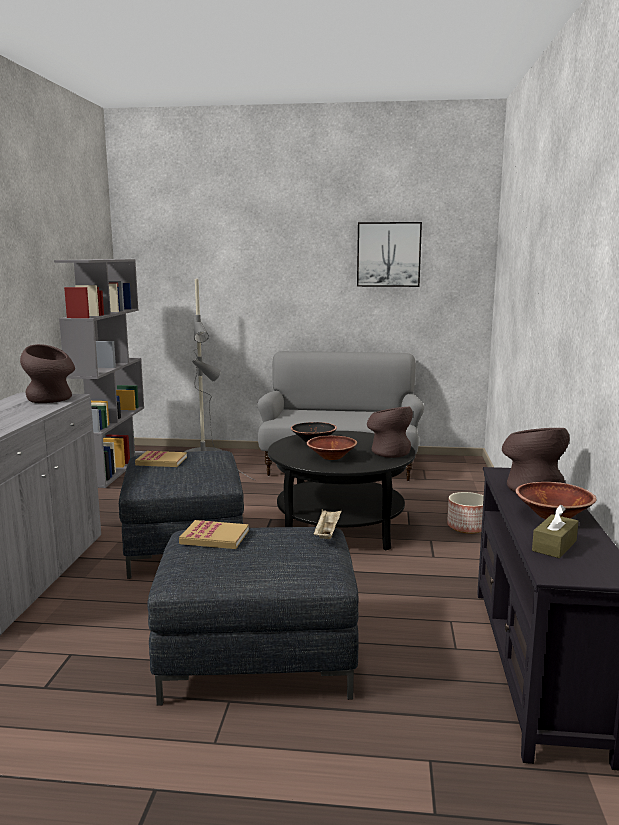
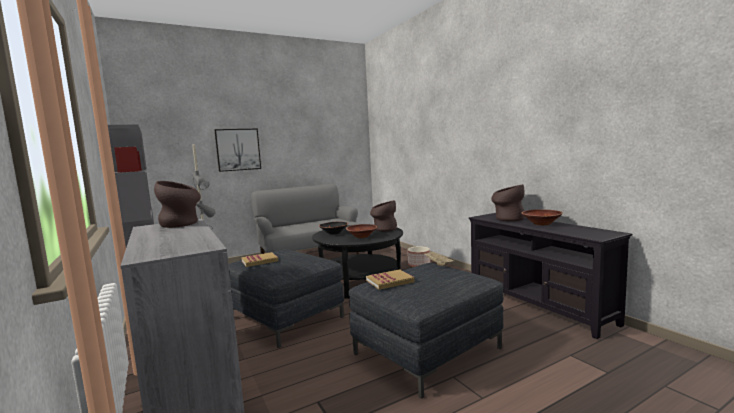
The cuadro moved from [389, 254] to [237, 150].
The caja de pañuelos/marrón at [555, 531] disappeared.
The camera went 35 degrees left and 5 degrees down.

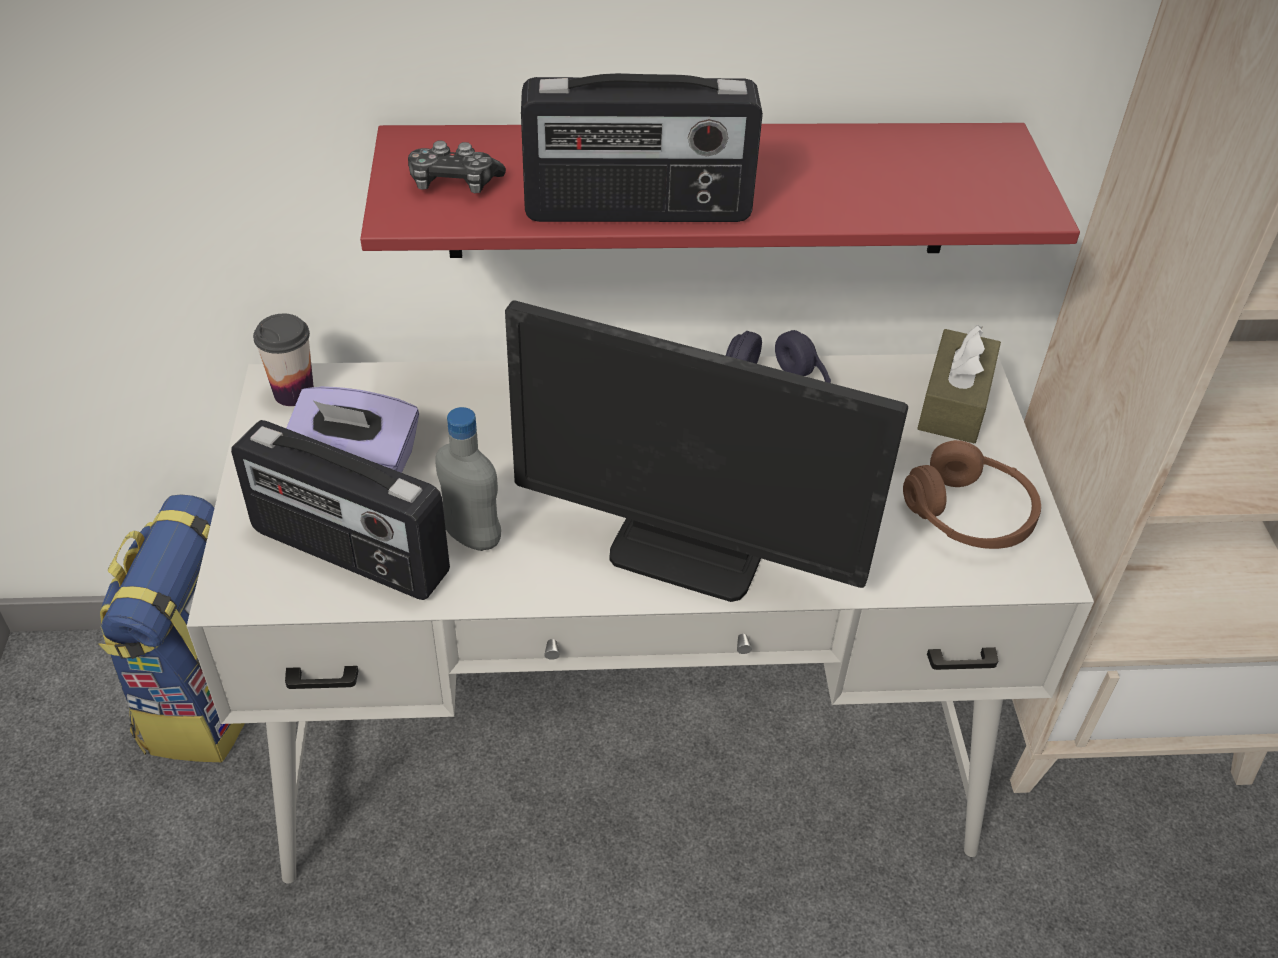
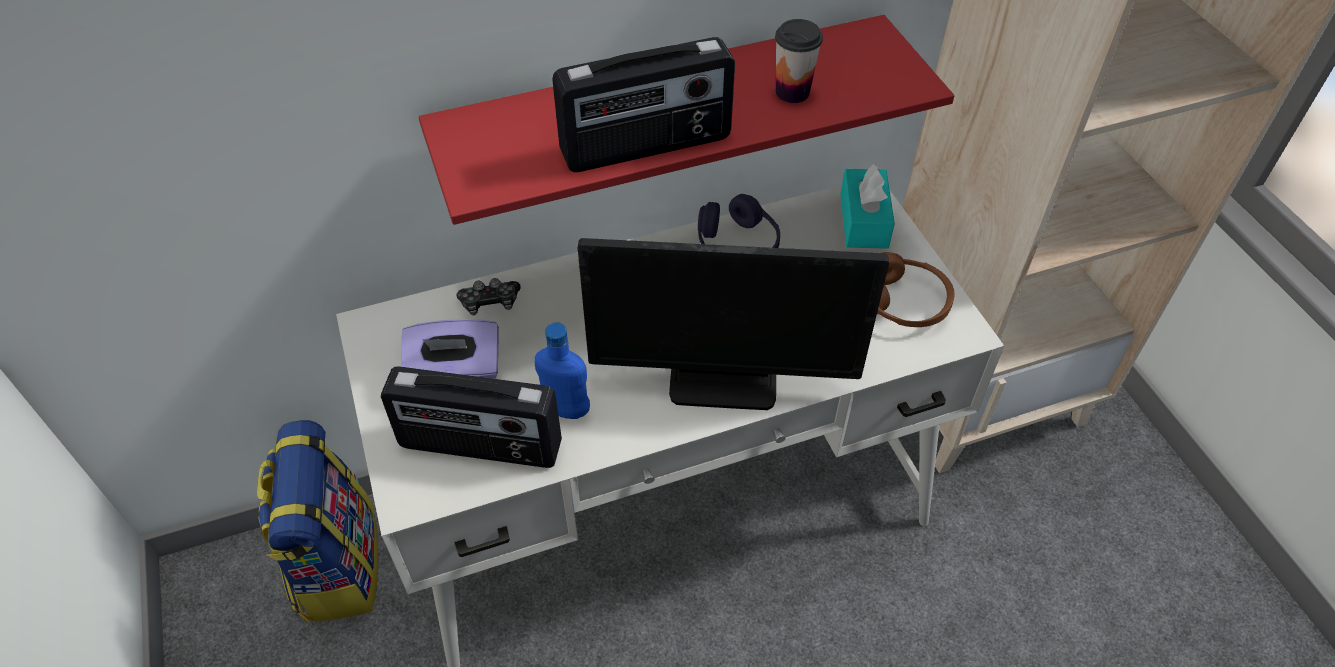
The taza moved from [283, 360] to [799, 61].
The mando de consola moved from [457, 166] to [488, 296].
The botella/gris at [468, 479] became the botella/azul at [562, 370].
The caja de pañuelos/marrón at [959, 384] became the caja de pañuelos/turquesa at [867, 206].
The camera went 15 degrees left and 5 degrees up.

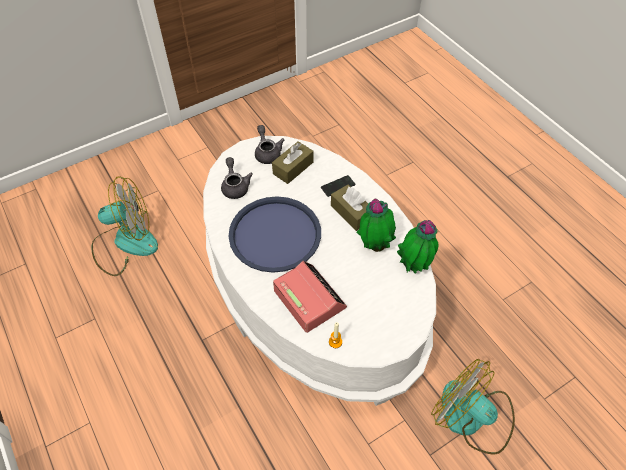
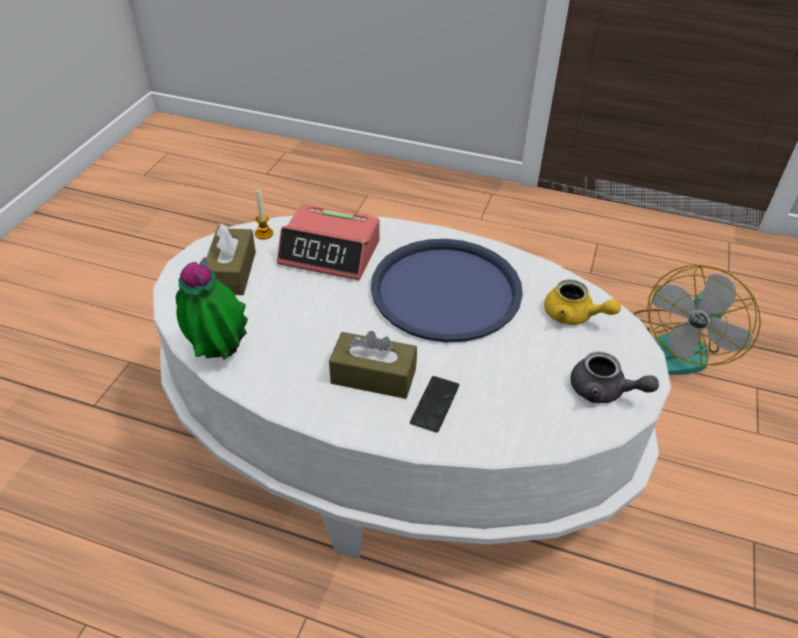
The tetera/gris at [237, 178] became the tetera/amarillo at [582, 302].
The caja de pañuelos/marrón moved from [292, 162] to [231, 259].
The planta en maceta at [376, 225] disappeared.
The ventilador at [473, 406] disappeared.
The camera went 140 degrees right and 10 degrees down.

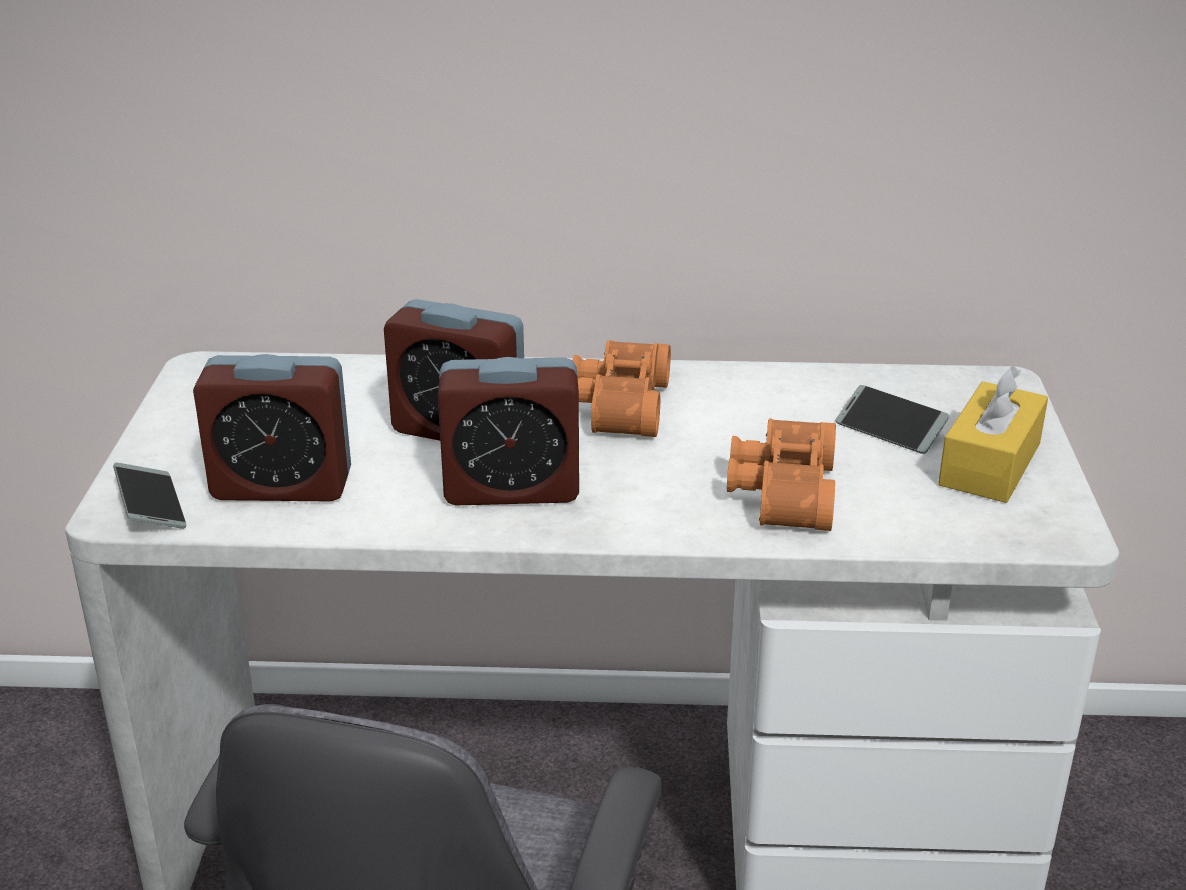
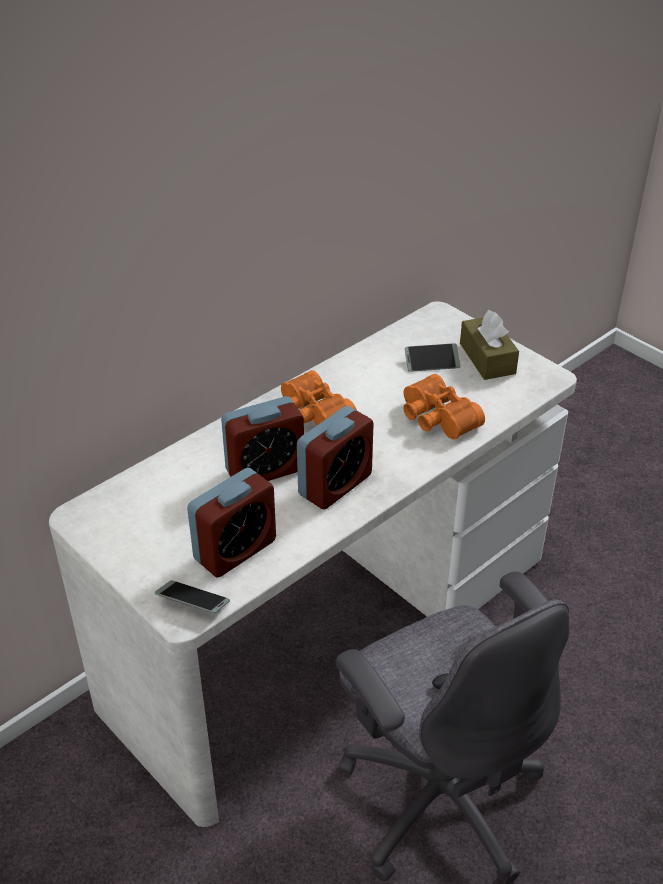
The caja de pañuelos/amarillo at [993, 434] became the caja de pañuelos/marrón at [489, 345].
The camera went 45 degrees left and 10 degrees up.

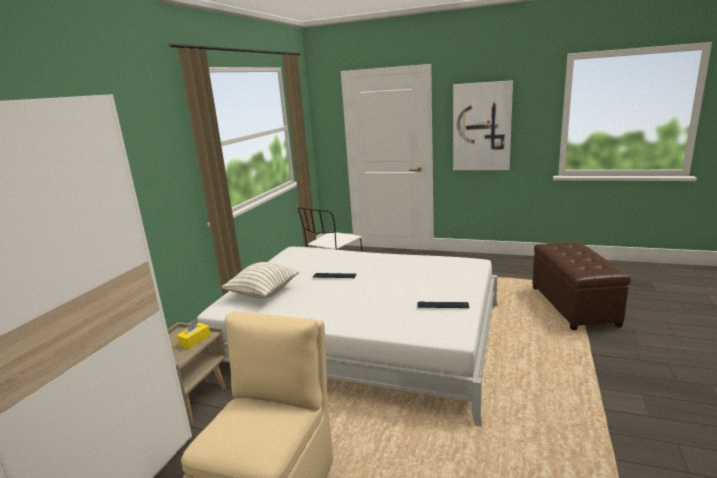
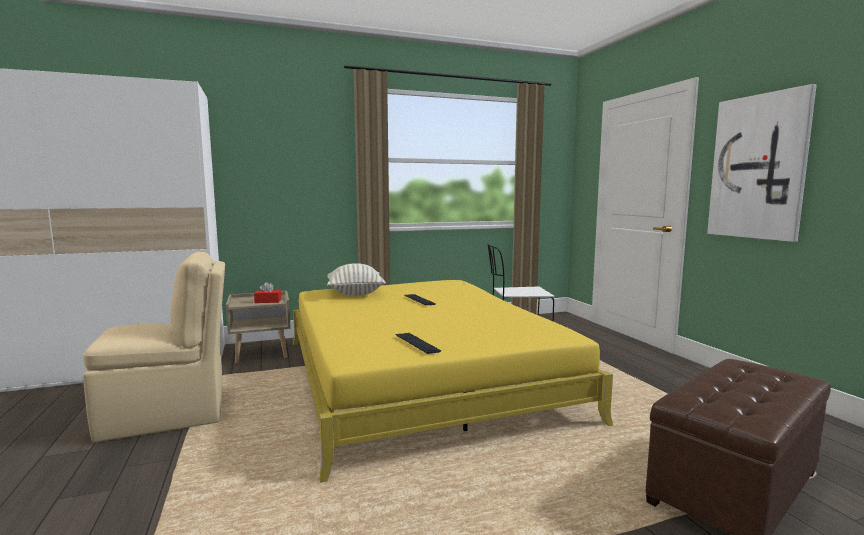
The caja de pañuelos/amarillo at [194, 334] became the caja de pañuelos/rojo at [267, 292].
The cama/blanco at [347, 337] became the cama/amarillo at [453, 381].
The camera went 50 degrees right and 10 degrees down.

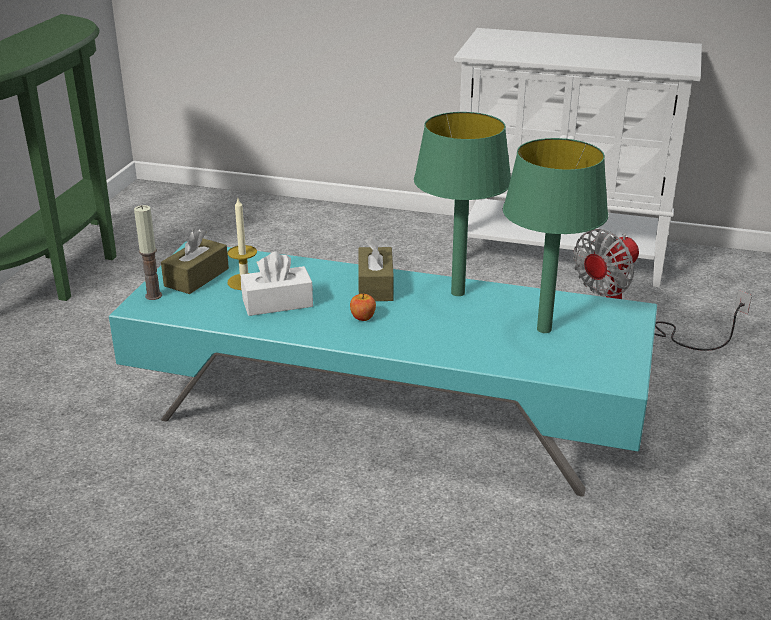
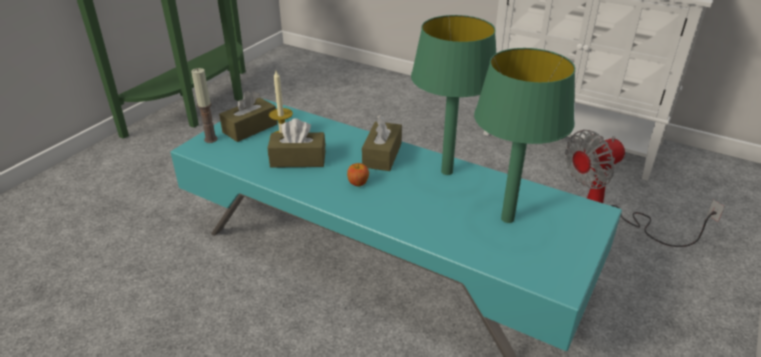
The caja de pañuelos/blanco at [277, 284] became the caja de pañuelos/marrón at [297, 143].
The camera went 15 degrees right and 5 degrees up.

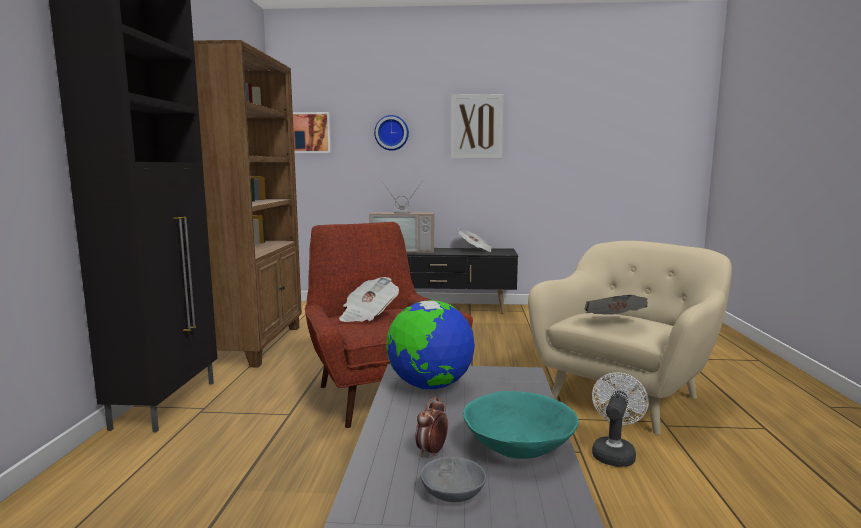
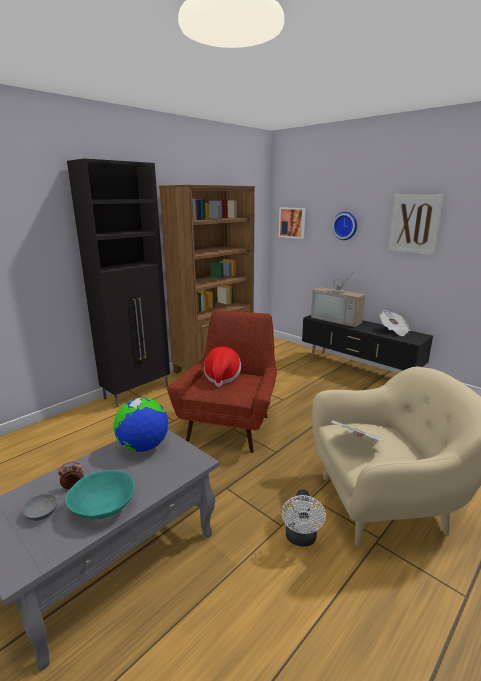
The periódico at [369, 299] was replaced by the sombrero at [222, 367].
The ventilador/blanco at [620, 419] turned 120 degrees clockwise.
The camera went 40 degrees right and 10 degrees up.

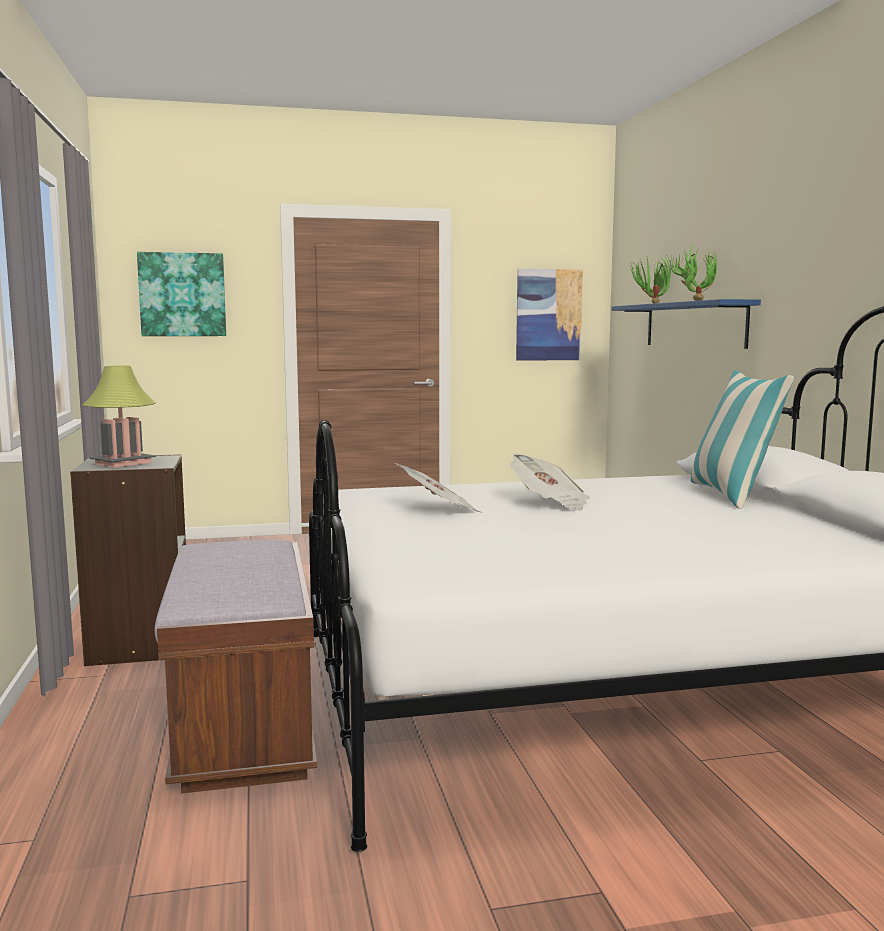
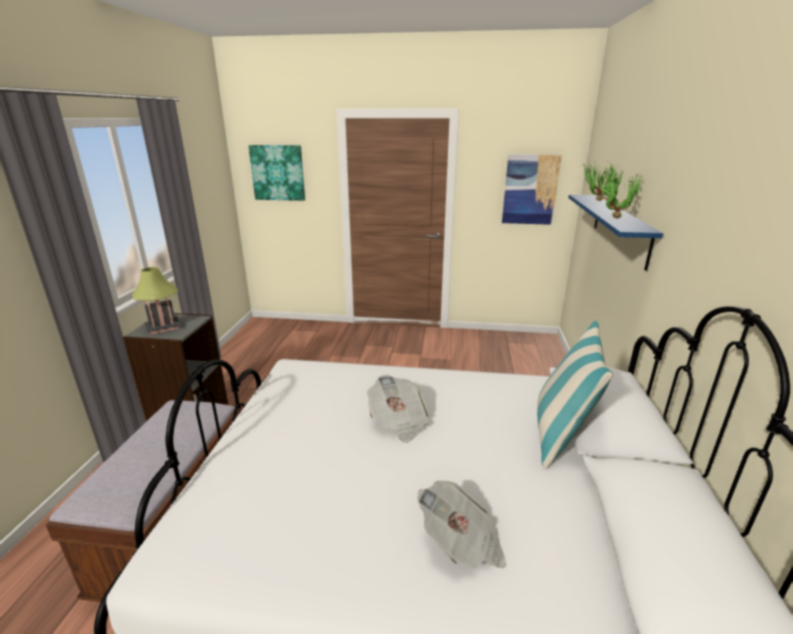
The periódico moved from [437, 487] to [462, 525].
The camera went 20 degrees right and 15 degrees up.

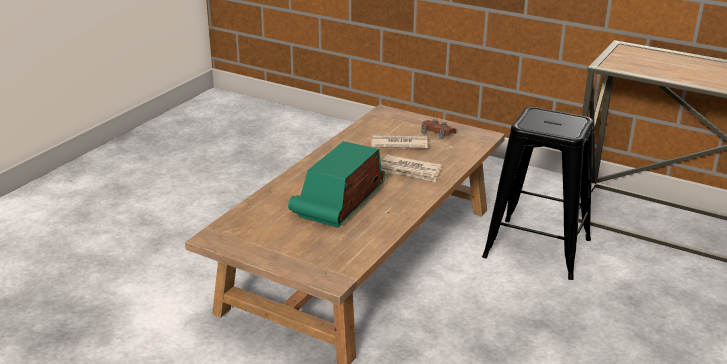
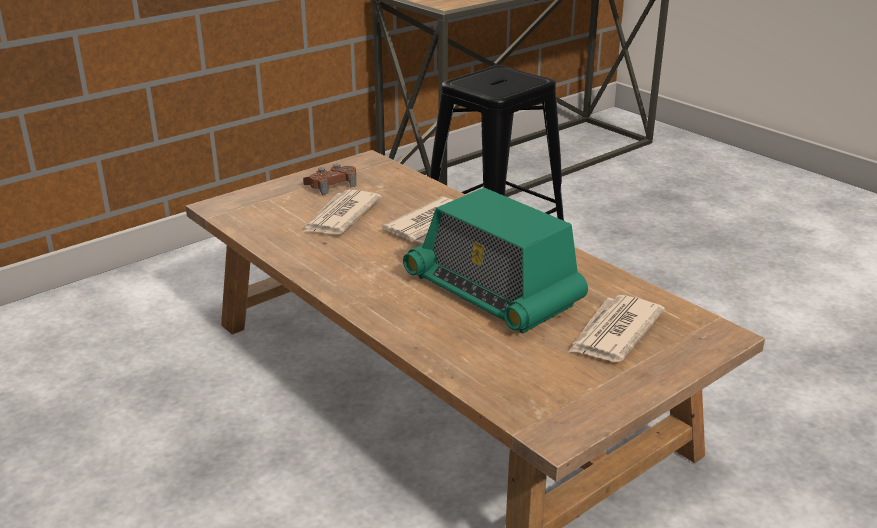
The periódico at [617, 328] appeared.
The camera went 70 degrees left and 0 degrees up.

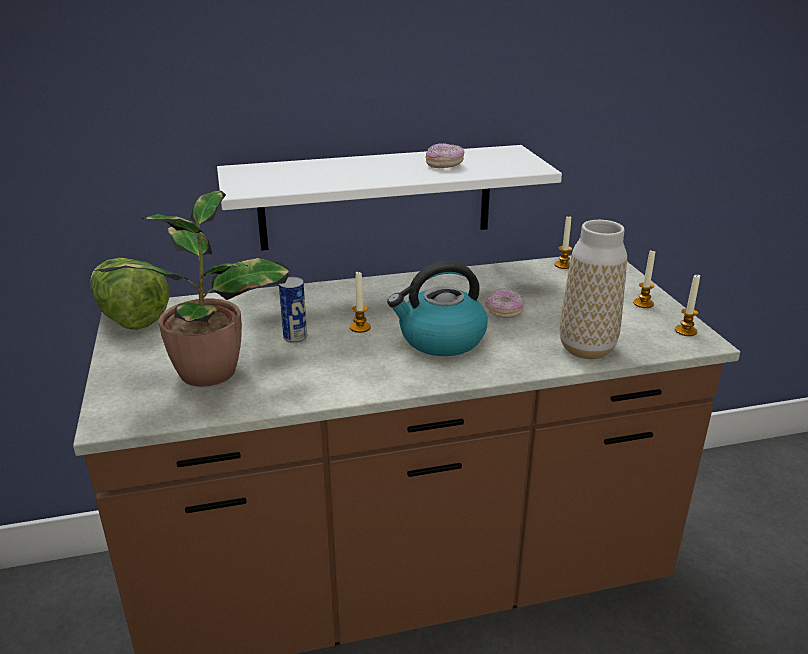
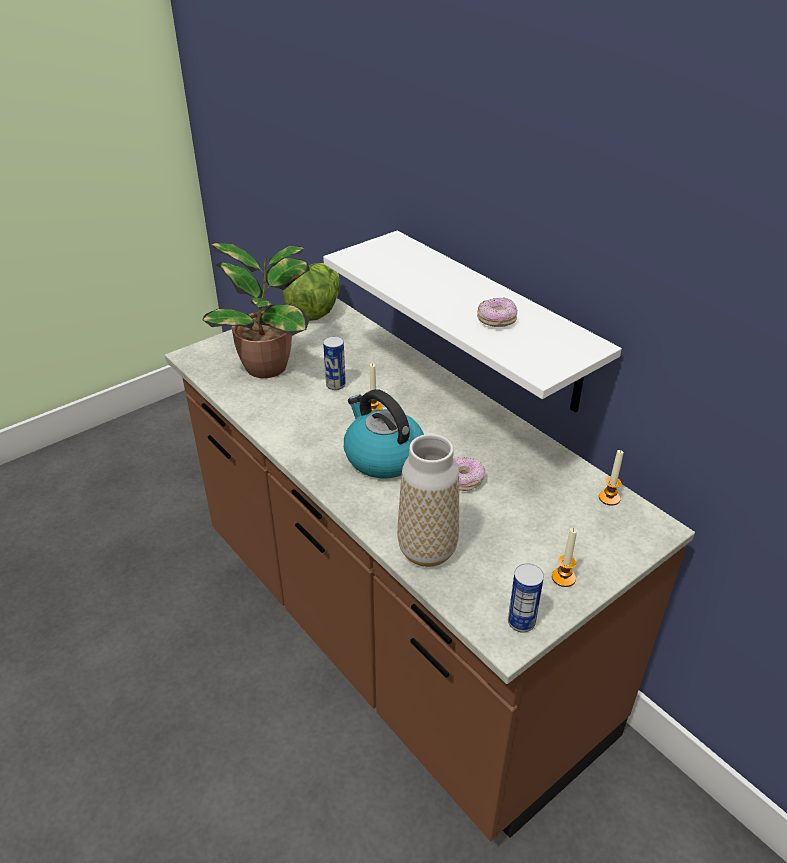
The vela at [687, 305] was replaced by the lata at [526, 598].
The camera went 65 degrees right and 10 degrees up.

